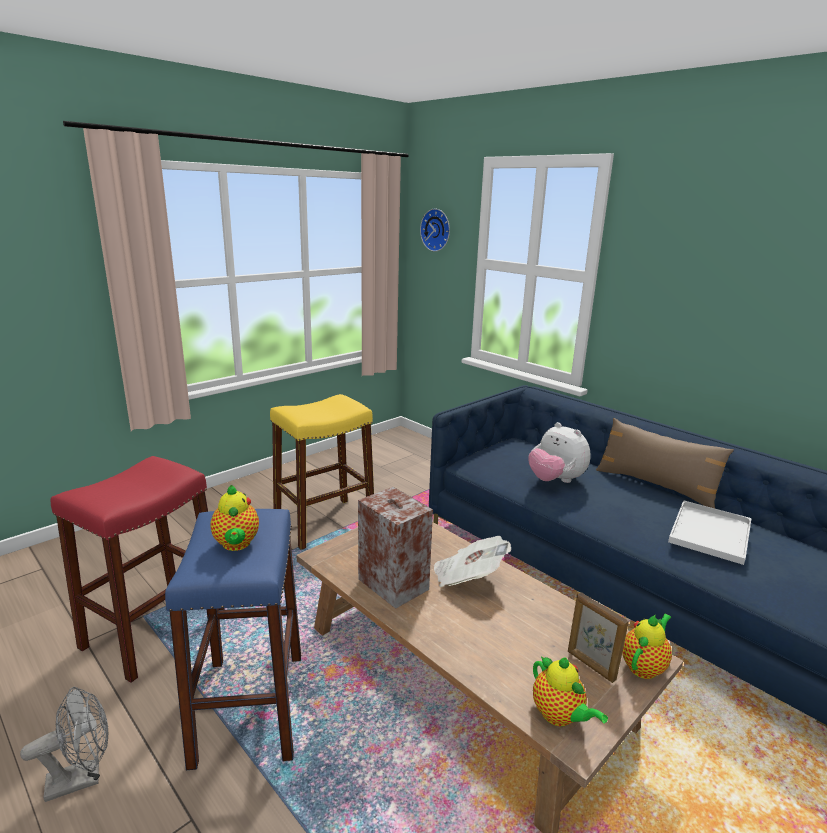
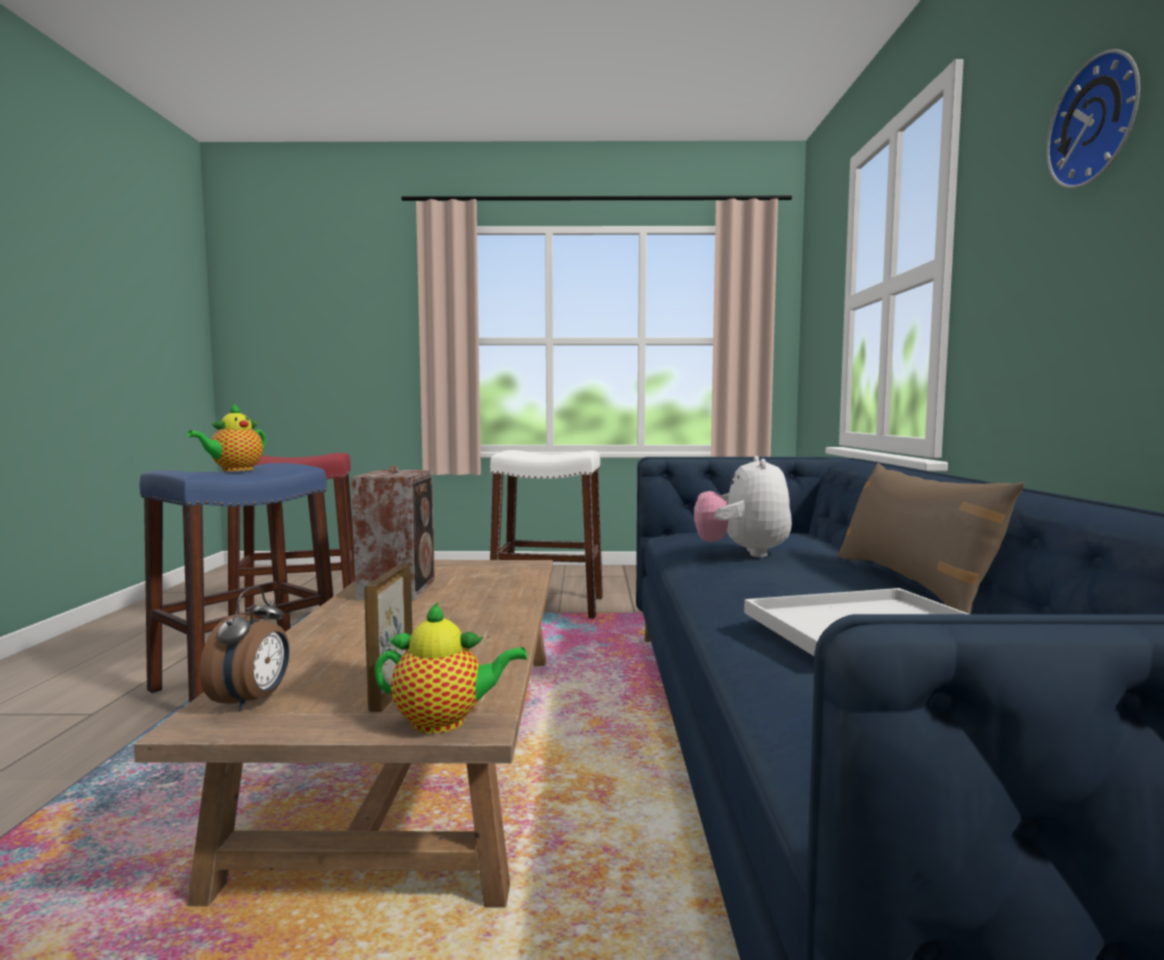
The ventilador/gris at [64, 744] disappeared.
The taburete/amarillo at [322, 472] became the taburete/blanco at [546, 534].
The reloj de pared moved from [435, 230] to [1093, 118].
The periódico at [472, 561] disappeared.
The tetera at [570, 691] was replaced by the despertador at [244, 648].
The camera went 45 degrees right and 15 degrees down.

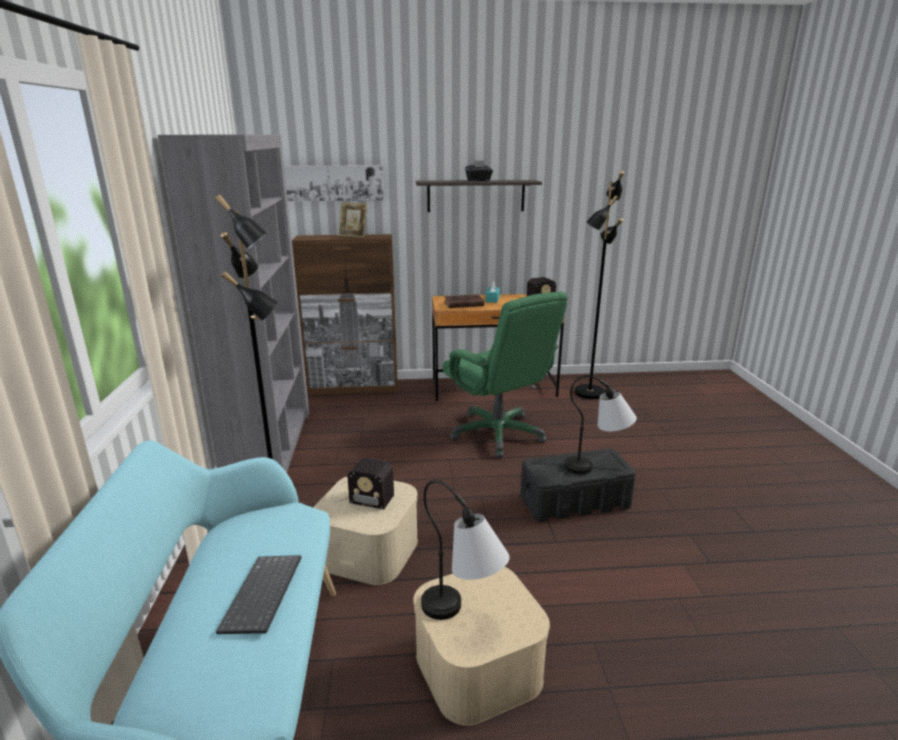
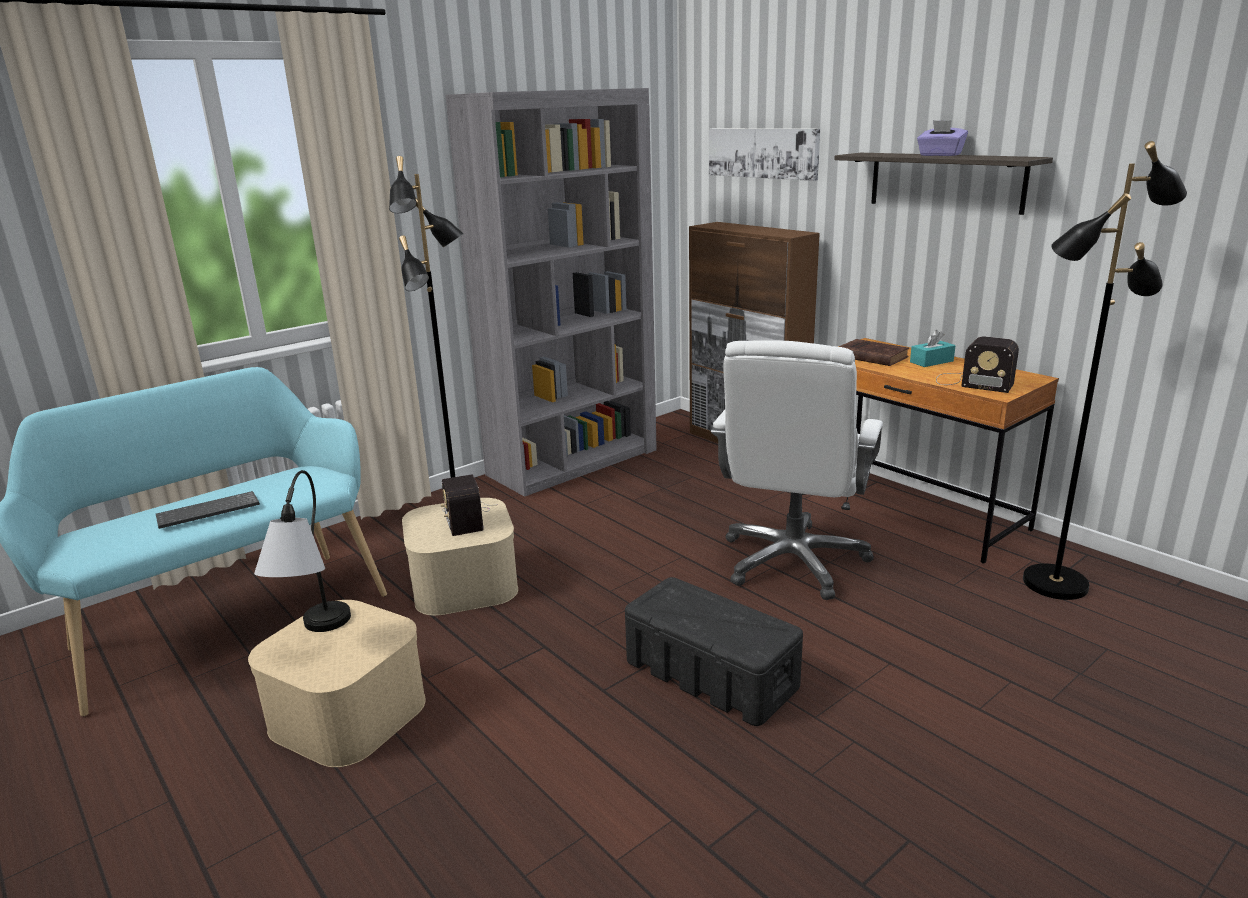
The portarretratos at [352, 219] disappeared.
The silla de oficina/verde at [505, 375] became the silla de oficina/blanco at [797, 470].
The caja de pañuelos/negro at [479, 170] became the caja de pañuelos/morado at [942, 138].
The lámpara de mesa at [600, 424] disappeared.
The camera went 55 degrees right and 0 degrees up.

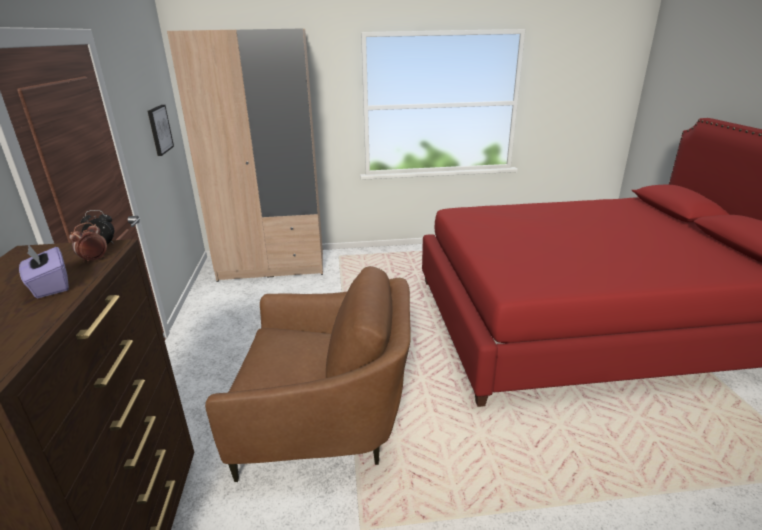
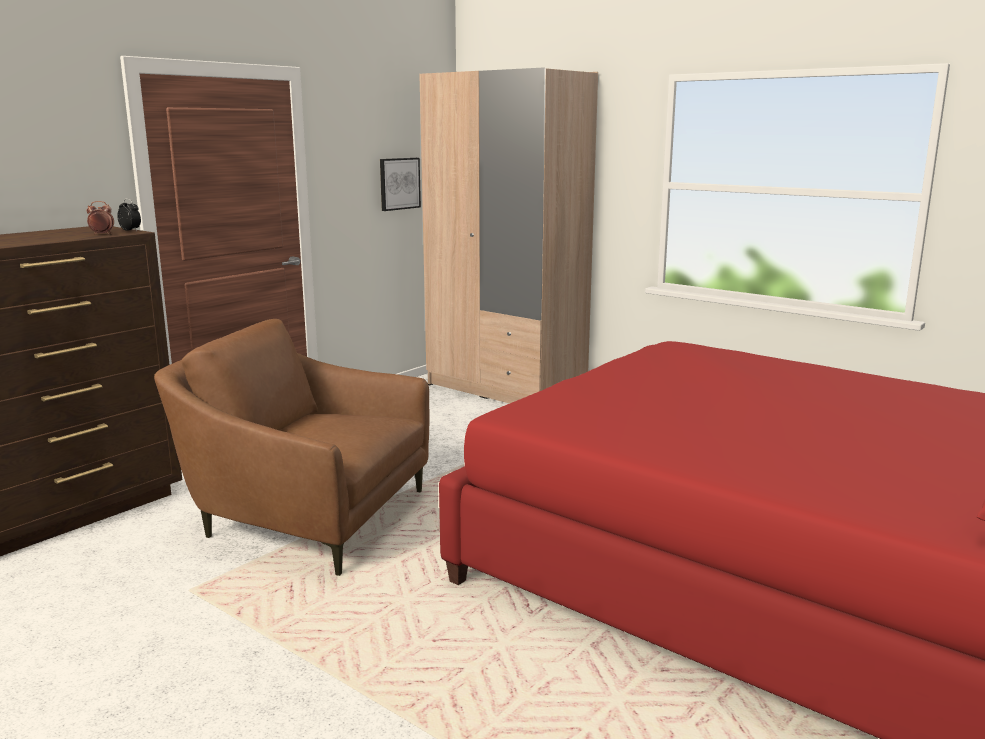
The caja de pañuelos/morado at [44, 271] disappeared.
The sillón/marrón at [308, 374] turned 150 degrees clockwise.
The camera went 45 degrees right and 10 degrees down.

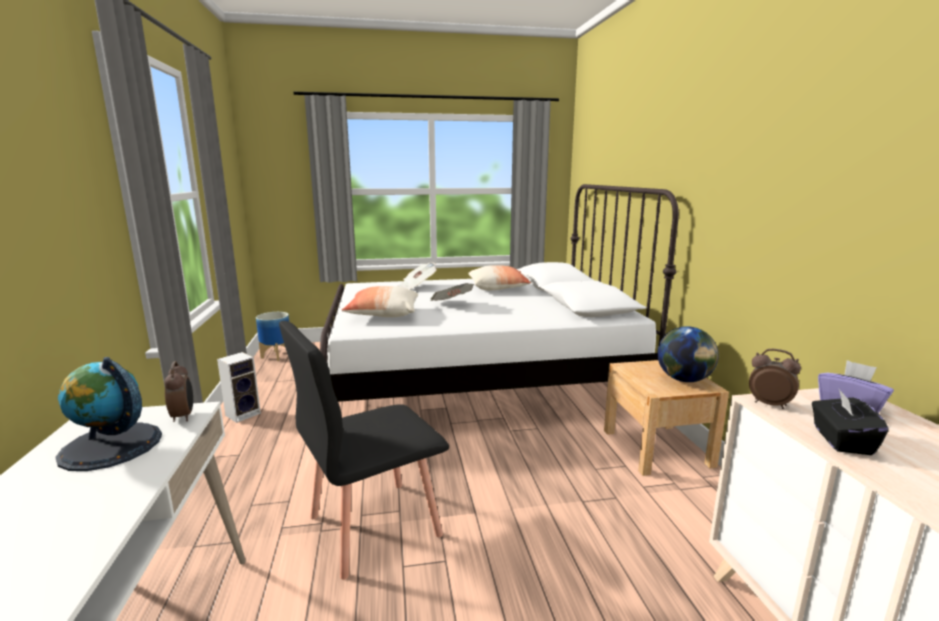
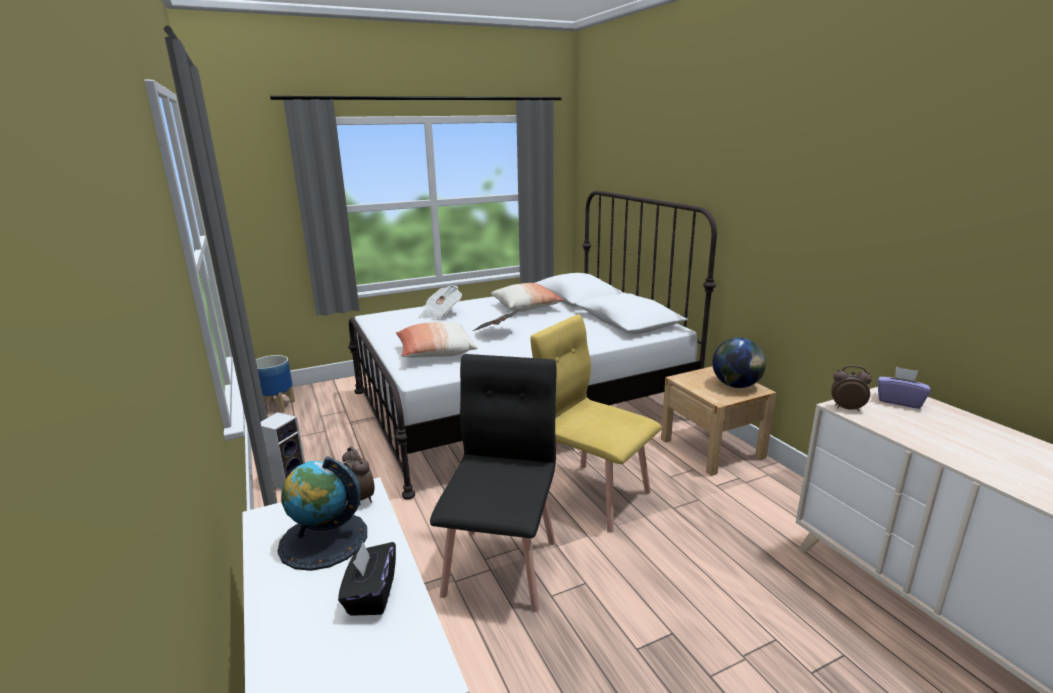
The silla/negro at [364, 450] turned 150 degrees clockwise.
The caja de pañuelos/negro moved from [850, 422] to [367, 579].
The silla/amarillo at [596, 423] appeared.
The camera went 15 degrees left and 5 degrees up.

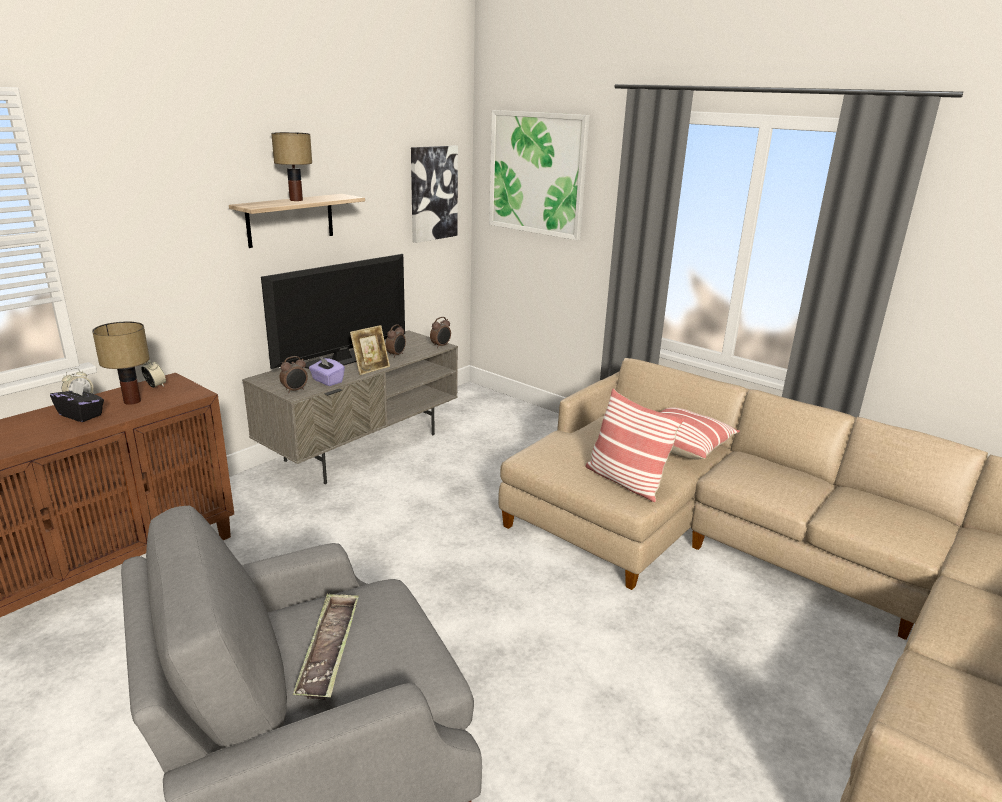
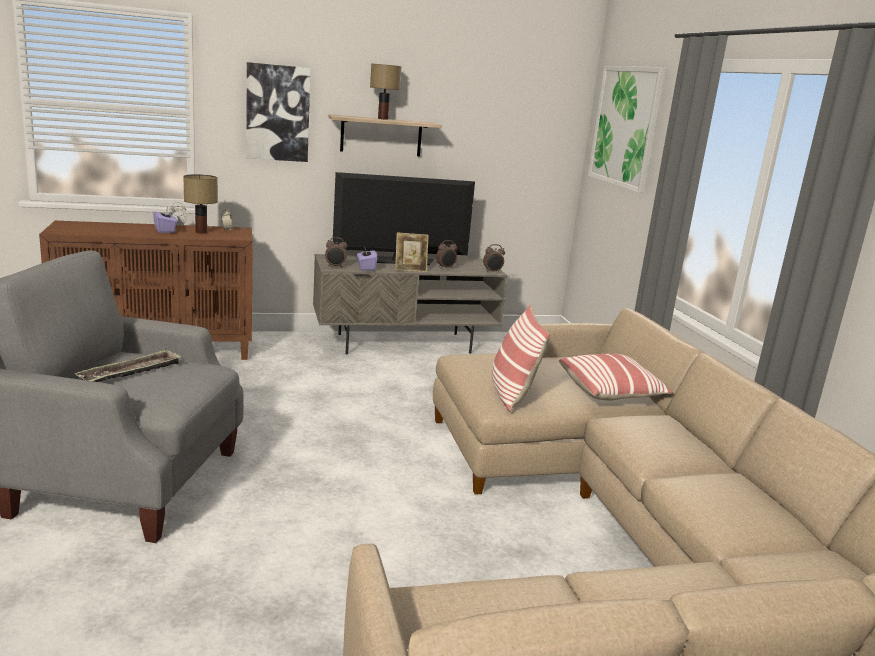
The caja de pañuelos/negro at [77, 401] became the caja de pañuelos/morado at [165, 220].
The cuadro moved from [434, 194] to [278, 112].
The camera went 35 degrees right and 5 degrees down.

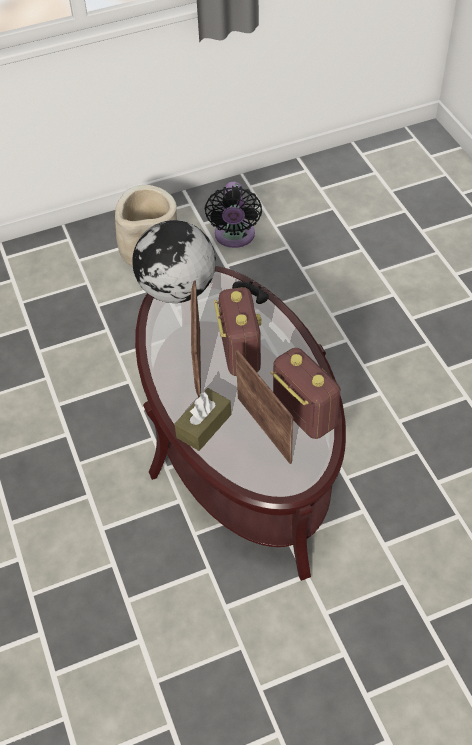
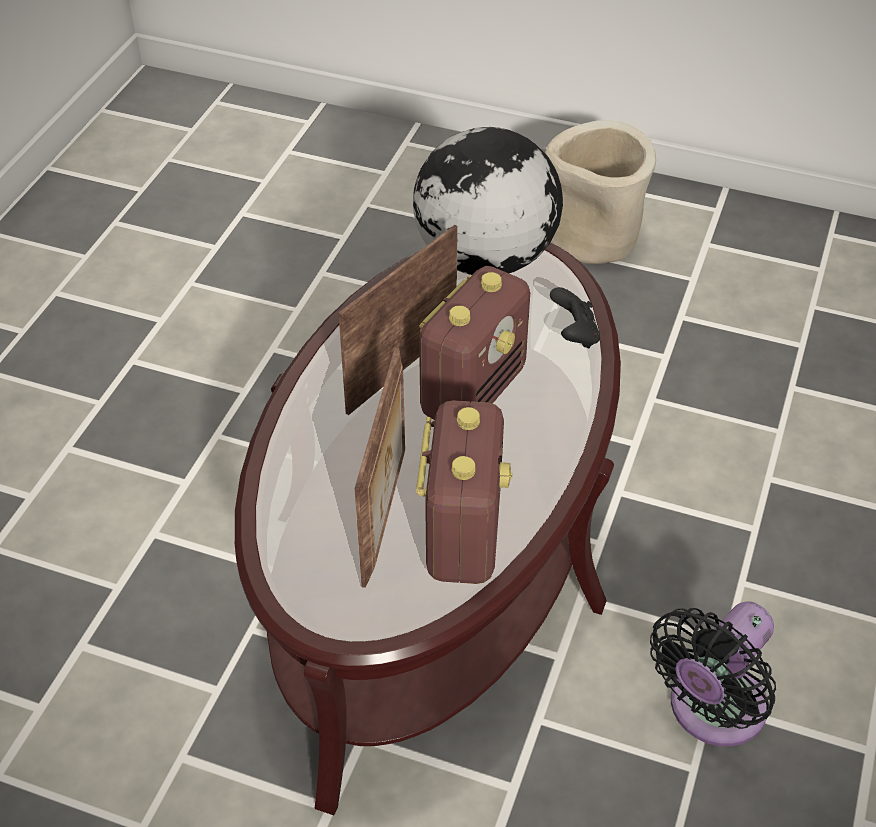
The caja de pañuelos/marrón at [203, 419] disappeared.
The ventilador/negro moved from [233, 214] to [713, 674].
The camera went 40 degrees right and 5 degrees down.

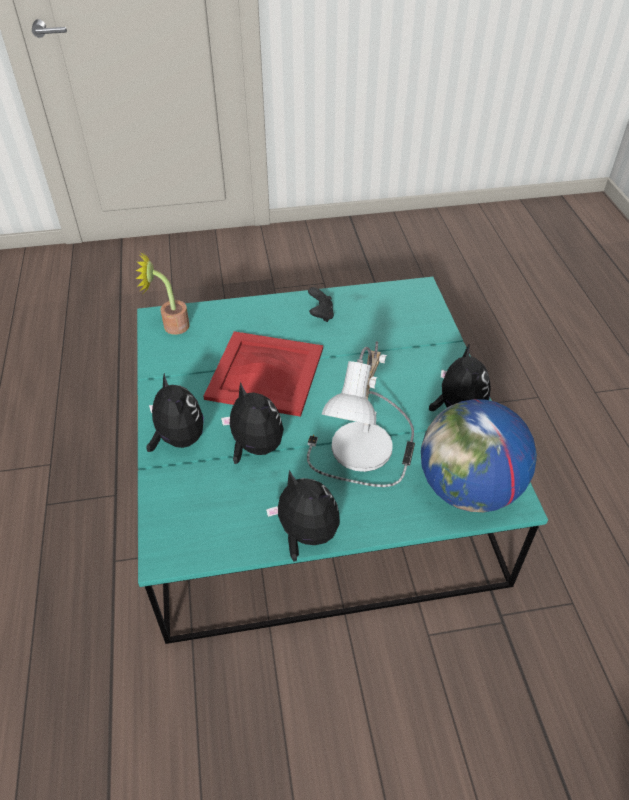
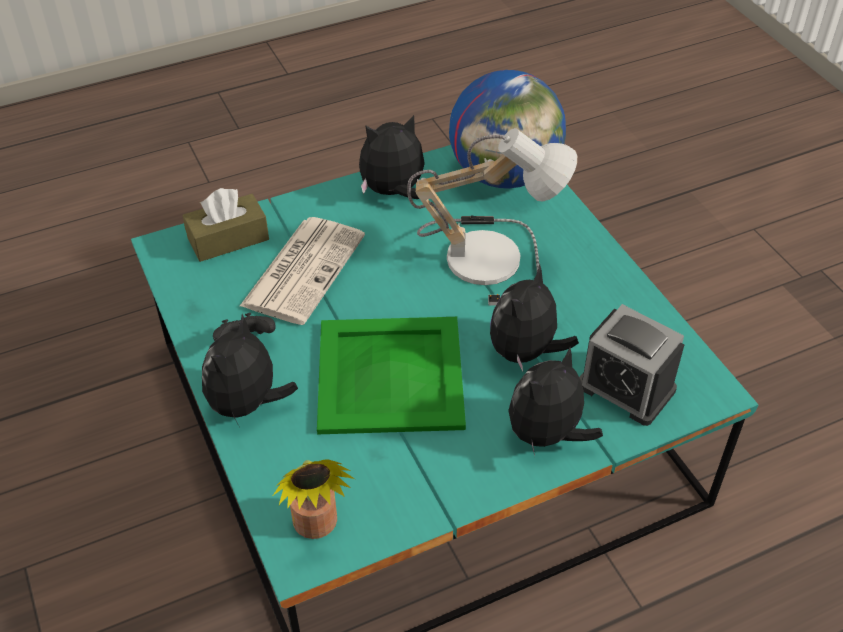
The bandeja/rojo at [263, 374] became the bandeja/verde at [391, 376].
The peluche moved from [303, 516] to [250, 370].
The caja de pañuelos/marrón at [226, 225] appeared.
The periódico at [302, 271] appeared.
The despertador at [632, 365] appeared.
The camera went 105 degrees left and 0 degrees up.

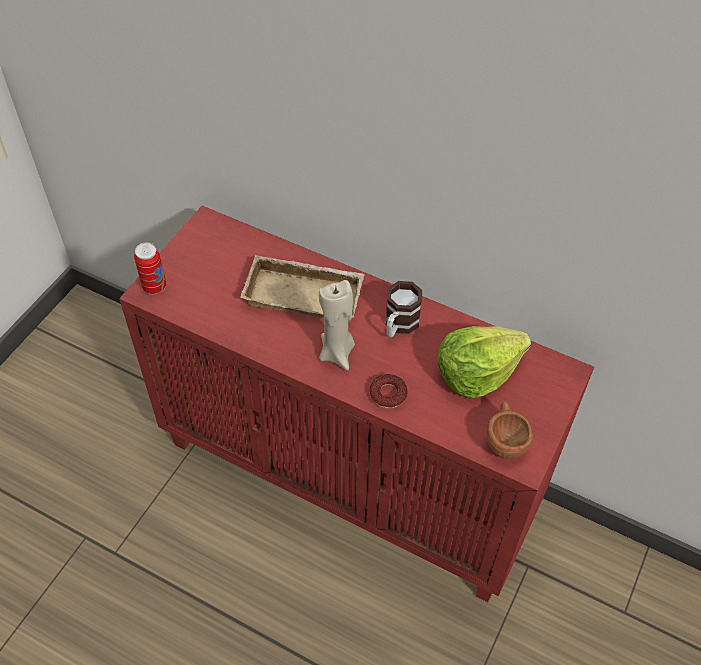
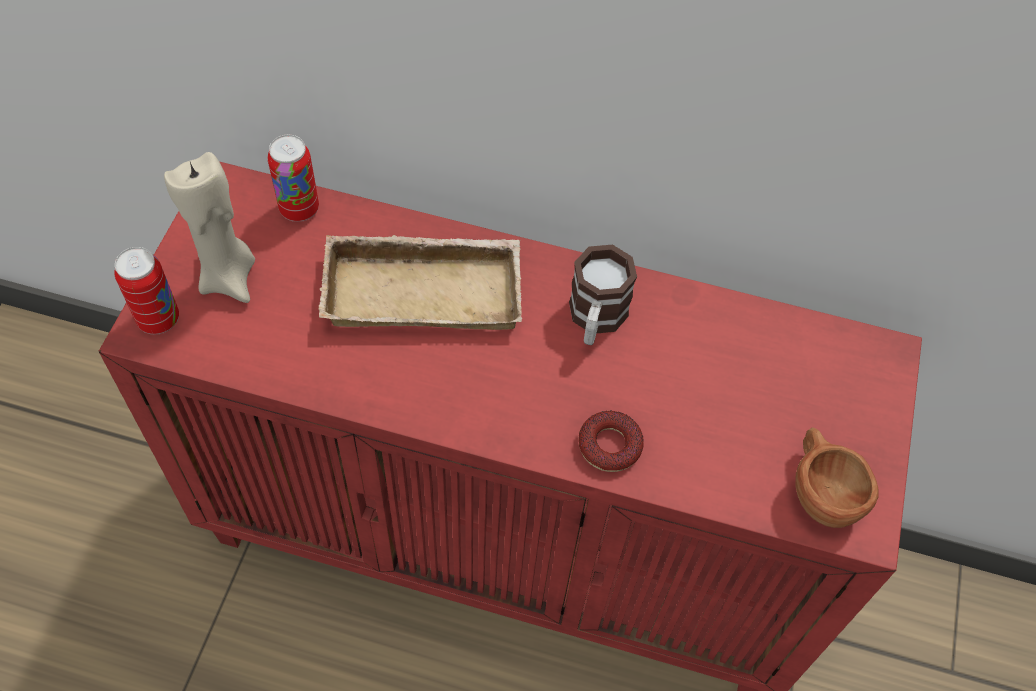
The vela/beis moved from [337, 325] to [209, 227].
The lechuga at [484, 362] disappeared.
The lata at [293, 178] appeared.
The camera went 15 degrees left and 5 degrees up.

